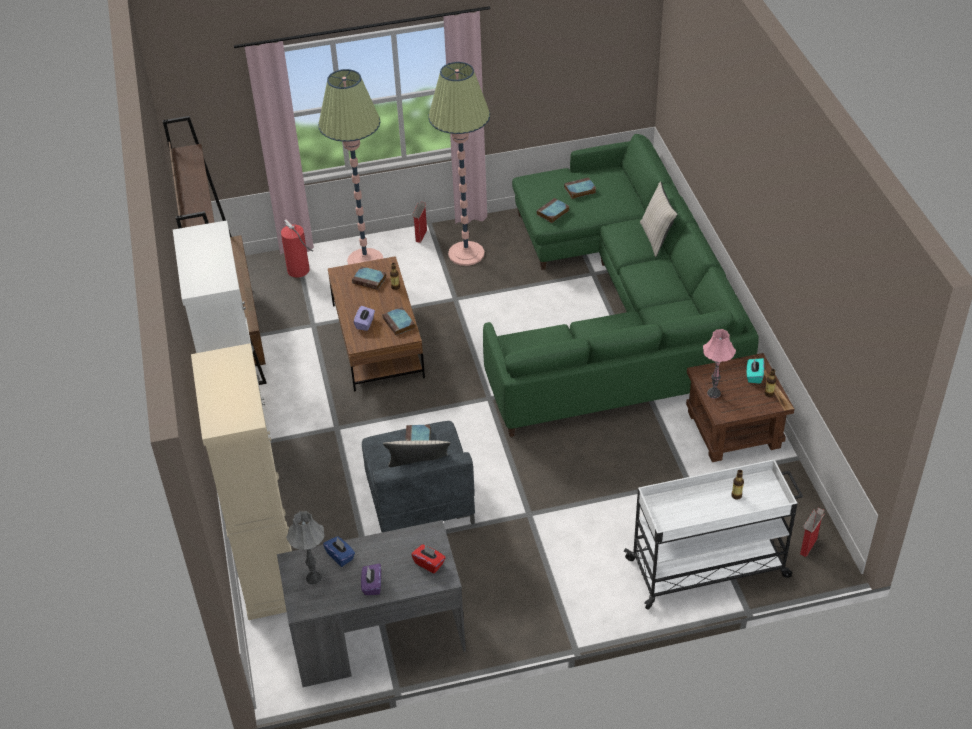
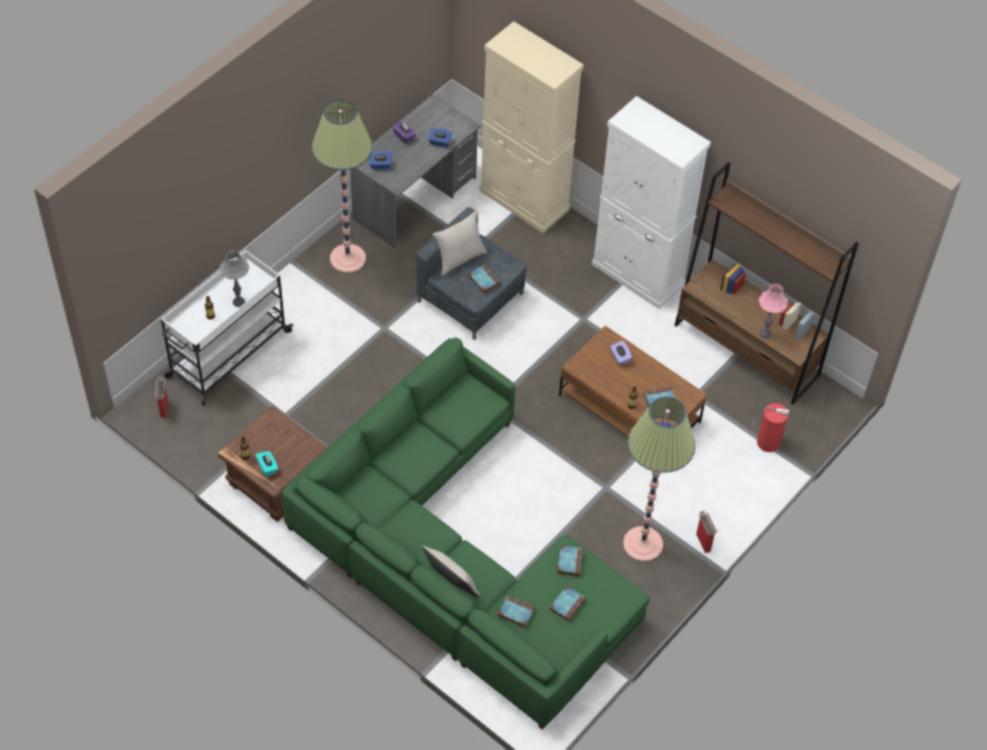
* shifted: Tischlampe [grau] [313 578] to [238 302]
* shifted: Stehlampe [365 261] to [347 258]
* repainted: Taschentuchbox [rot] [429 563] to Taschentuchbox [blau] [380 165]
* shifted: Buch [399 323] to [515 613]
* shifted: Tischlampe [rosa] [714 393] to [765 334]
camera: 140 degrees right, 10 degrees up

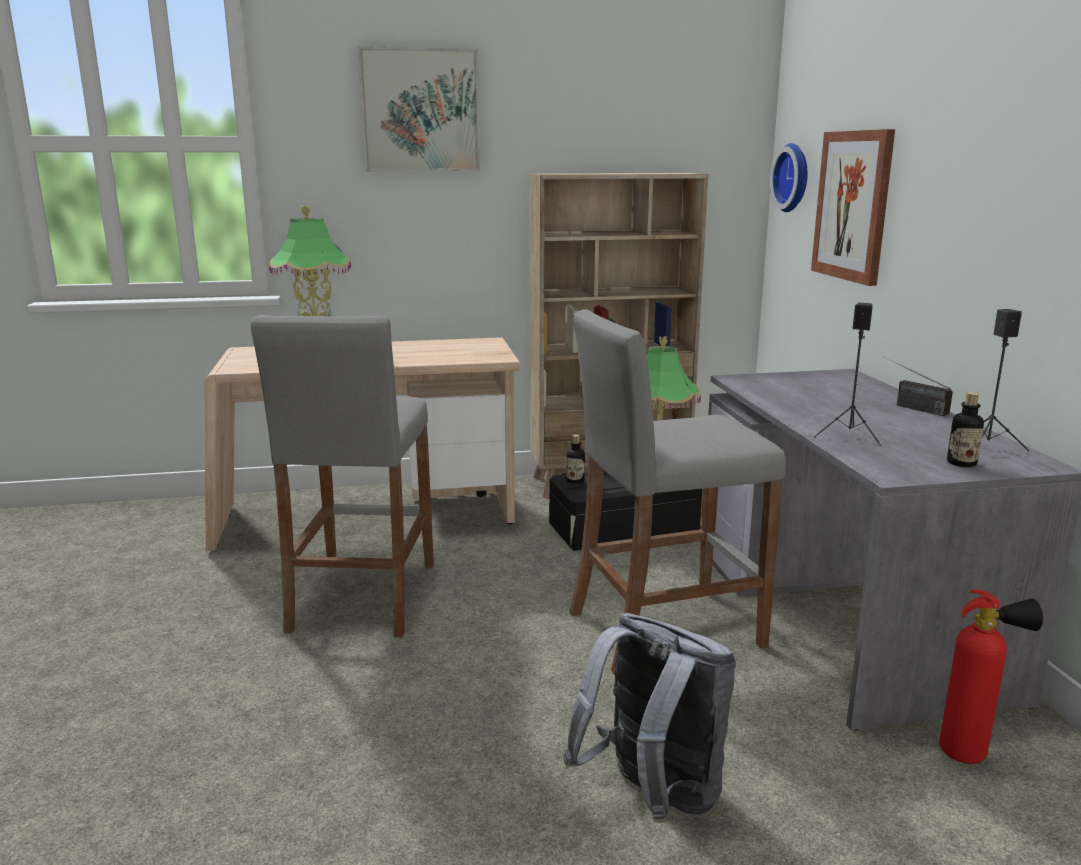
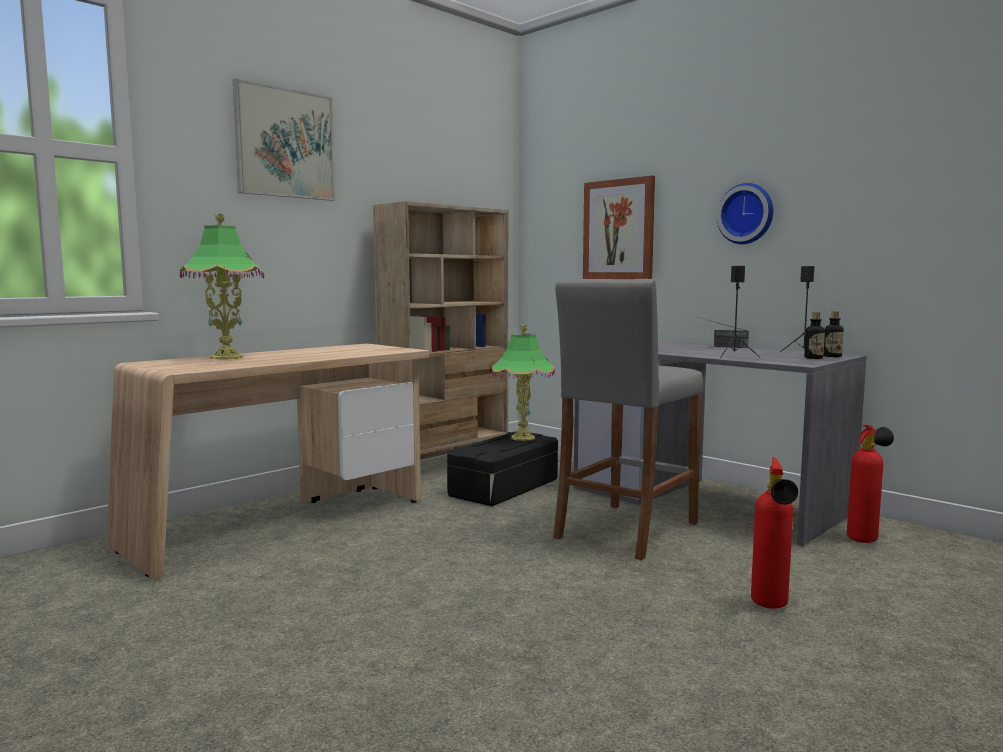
* shifted: Wanduhr [794 178] to [747 214]
* swapped: Rucksack [grau] [652 798] to Feuerlöscher [770 608]
* shifted: Flasche [575 480] to [832 356]
* gone: Hocker [grau] [362 597]
camera: 35 degrees left, 10 degrees down

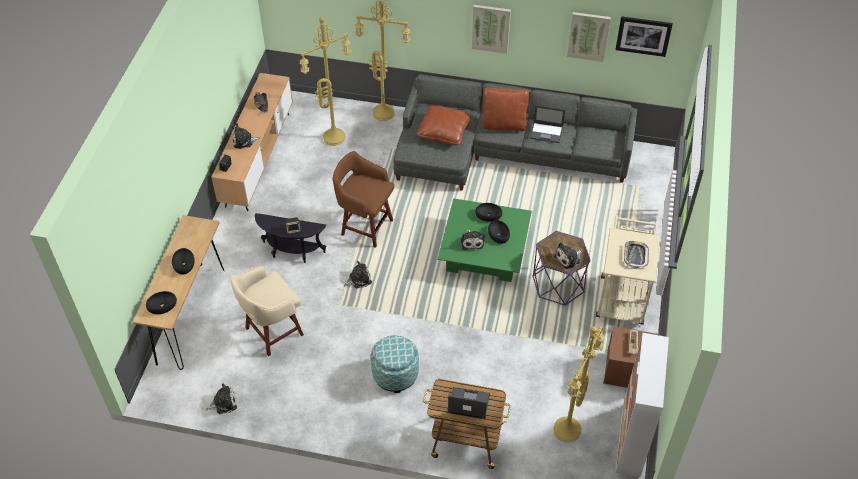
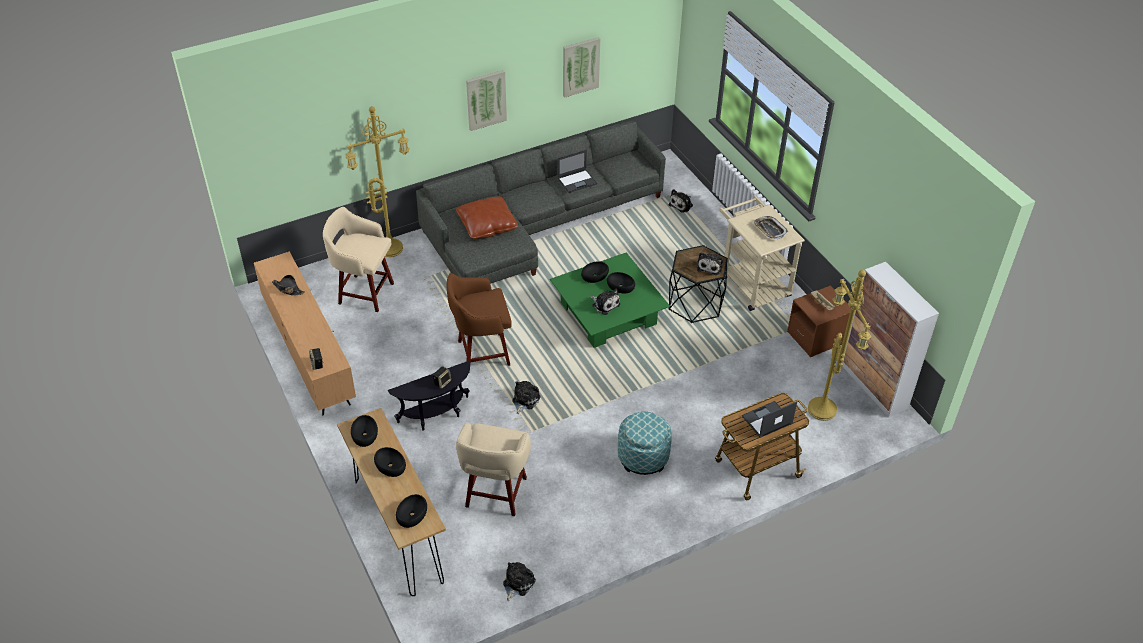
* swapped: Stehlampe [gelb] [334 136] to Hocker [beige] [364 293]
* new: Schüssel [schwarz] [364 434]
* shifted: Plüschtier [244 141] to [682 205]
* repainted: Beistelltisch [lila] [558 284] to Beistelltisch [schwarz] [695 304]
* gone: Kissen [braun] [504 125]
* gone: Bild [643 35]
camera: 40 degrees left, 5 degrees down

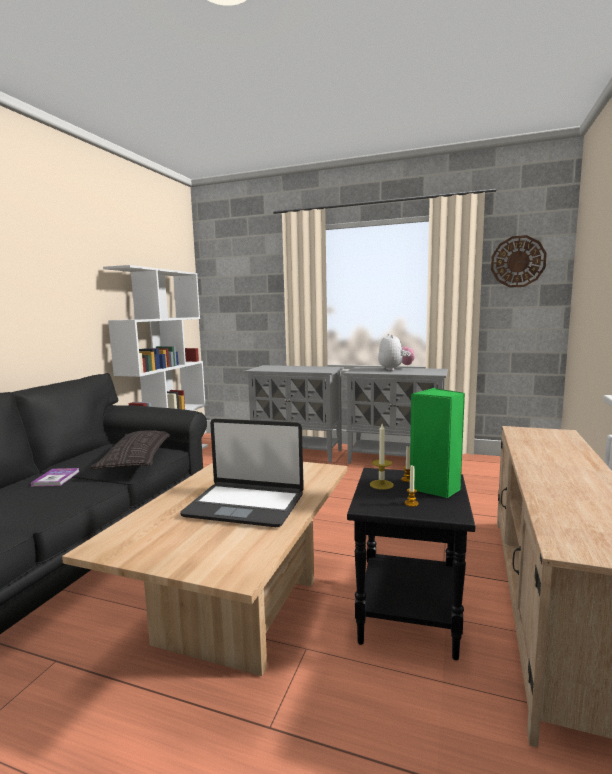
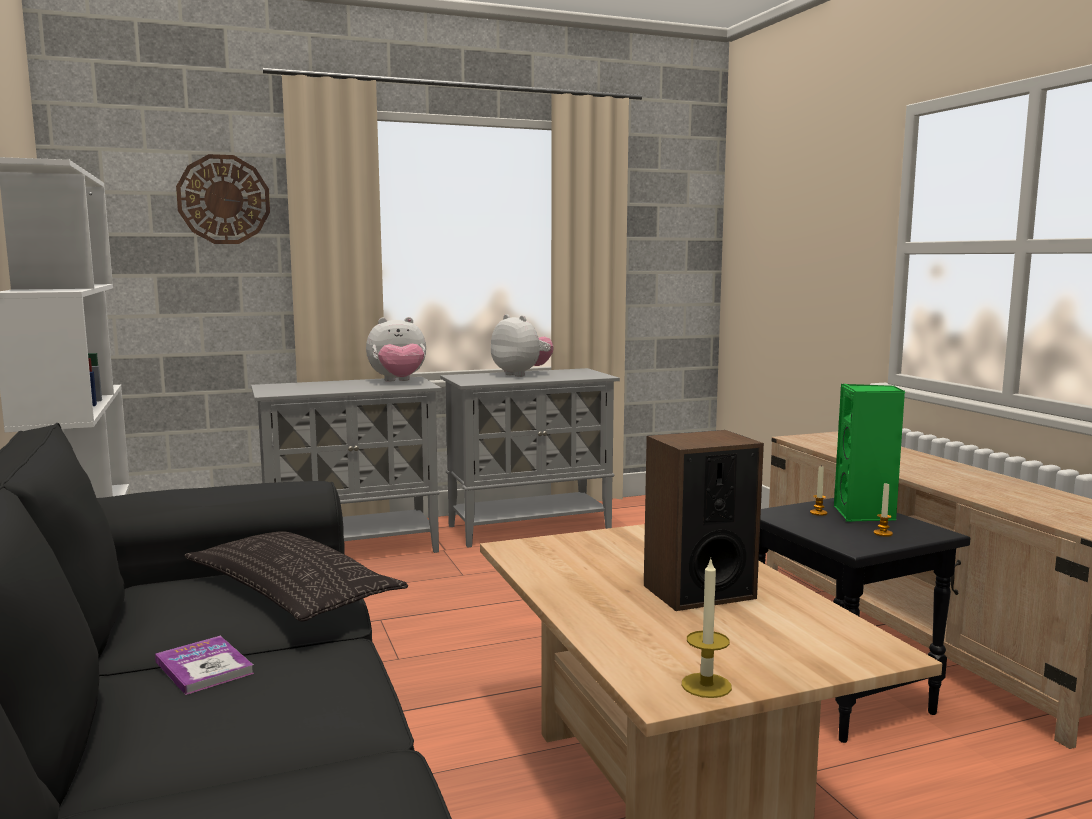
* shifted: Wanduhr [518 261] to [224 199]
* new: Plüschtier [398 381]
* swapped: Laptop [245 505] to Lautsprecher [698 592]
* shifted: Kerze [381 484] to [706 685]
camera: 40 degrees left, 0 degrees up

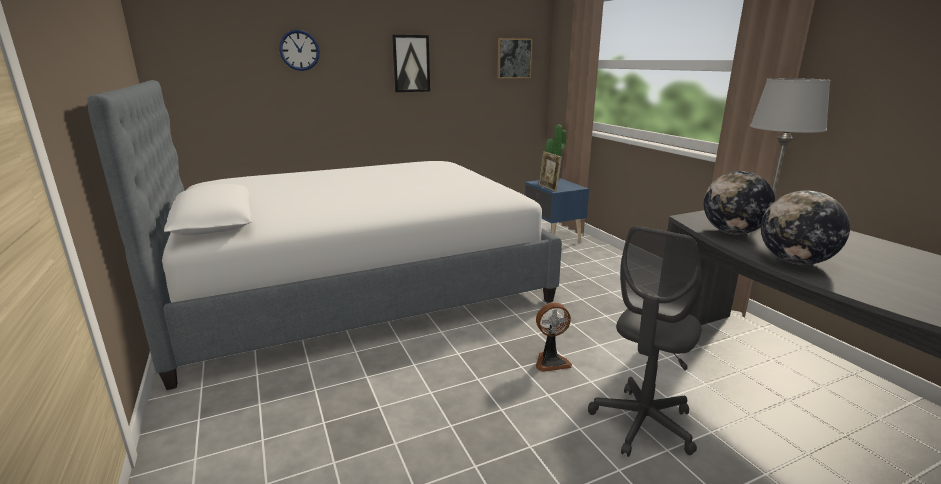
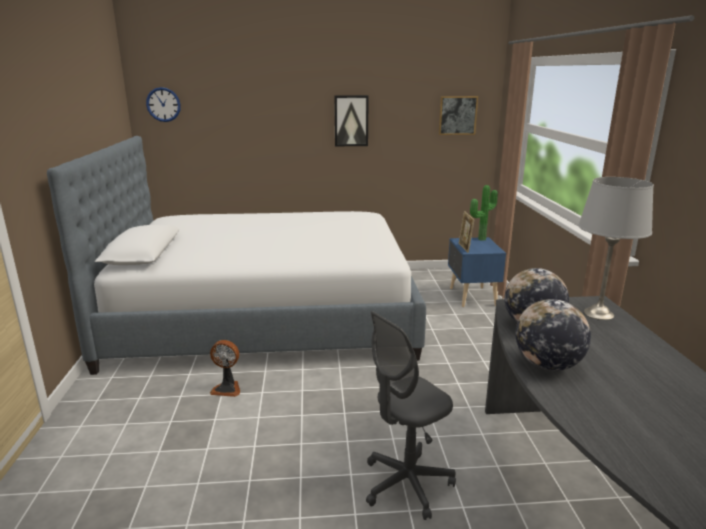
* shifted: Wanduhr [299 50] to [163 104]
* shifted: Ventilator [551 361] to [227 388]
camera: 20 degrees right, 0 degrees up

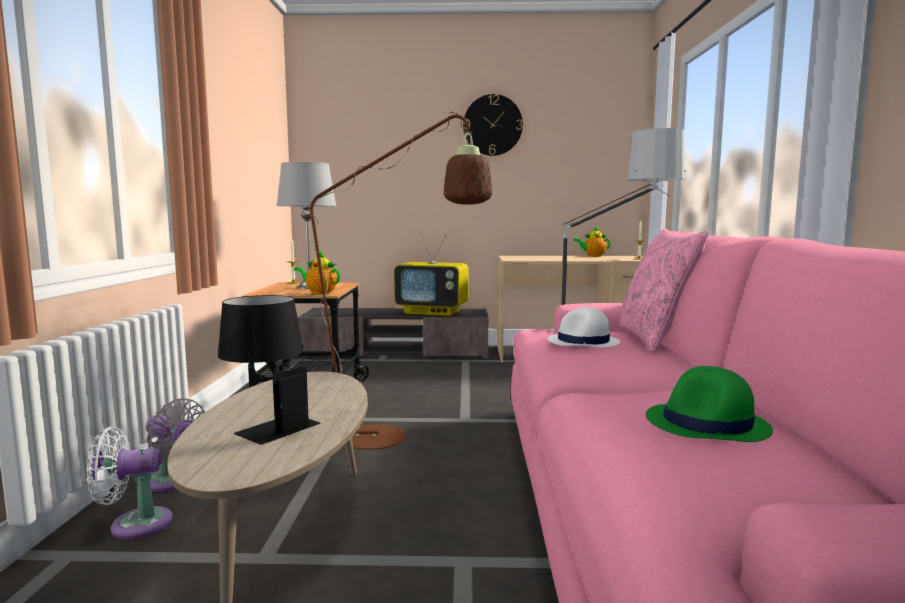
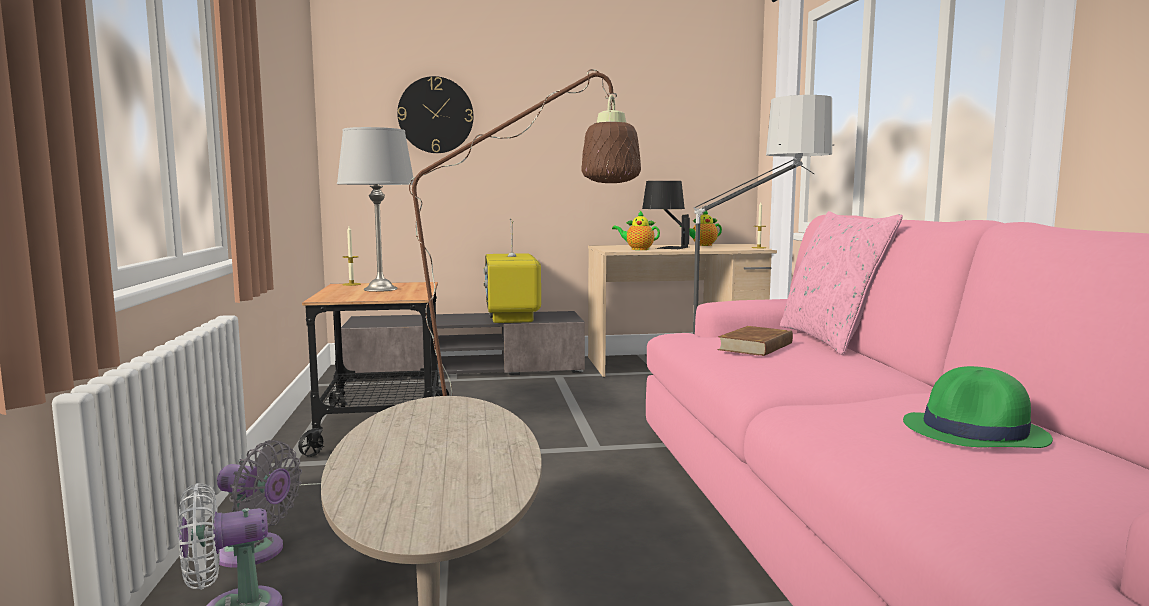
* shifted: Wanduhr [492 125] to [435 115]
* rotated: Fernseher [433 312] = [512 317] 75 degrees clockwise
* shifted: Teekanne [319 293] to [637 249]
* shifted: Tischlampe [schwarz] [267 425] to [665 247]
* swapped: Hut [weiß] [583 342] to Buch [braun] [756 347]
camera: 10 degrees left, 0 degrees up

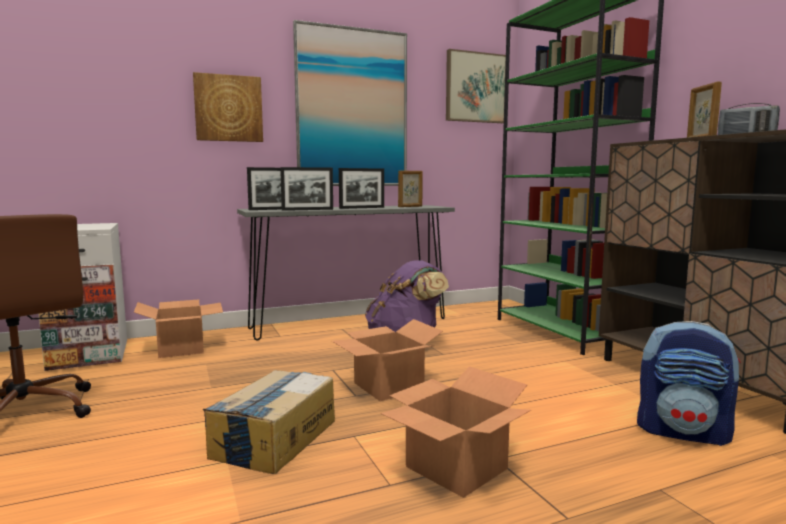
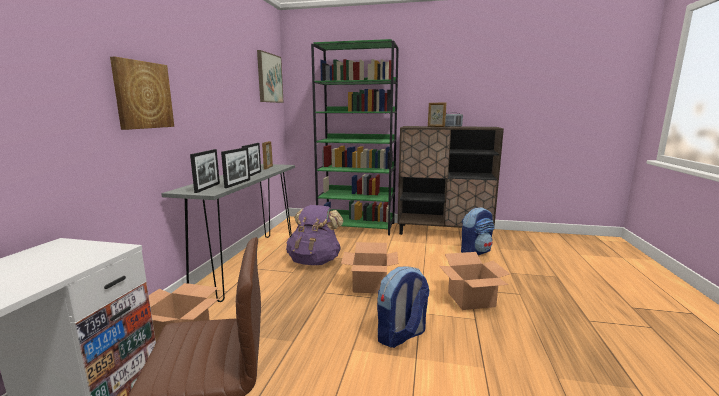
* swapped: Karton [274 438] to Rucksack [401 336]
* gone: Bild [352 108]
camera: 55 degrees left, 5 degrees up

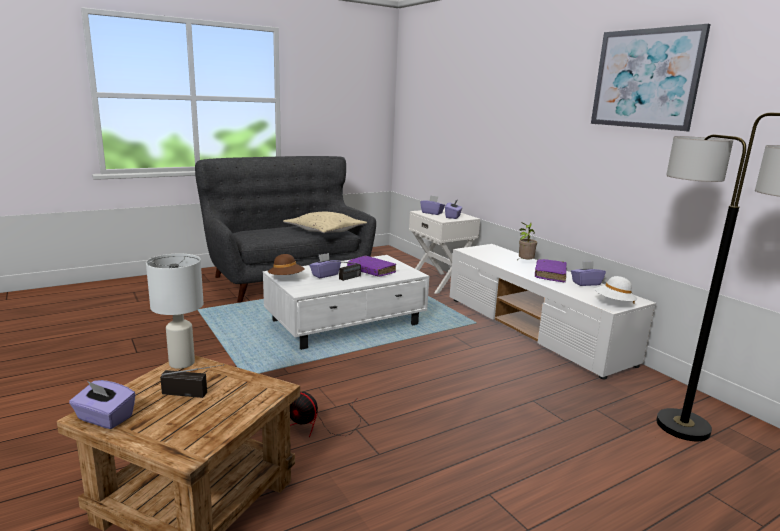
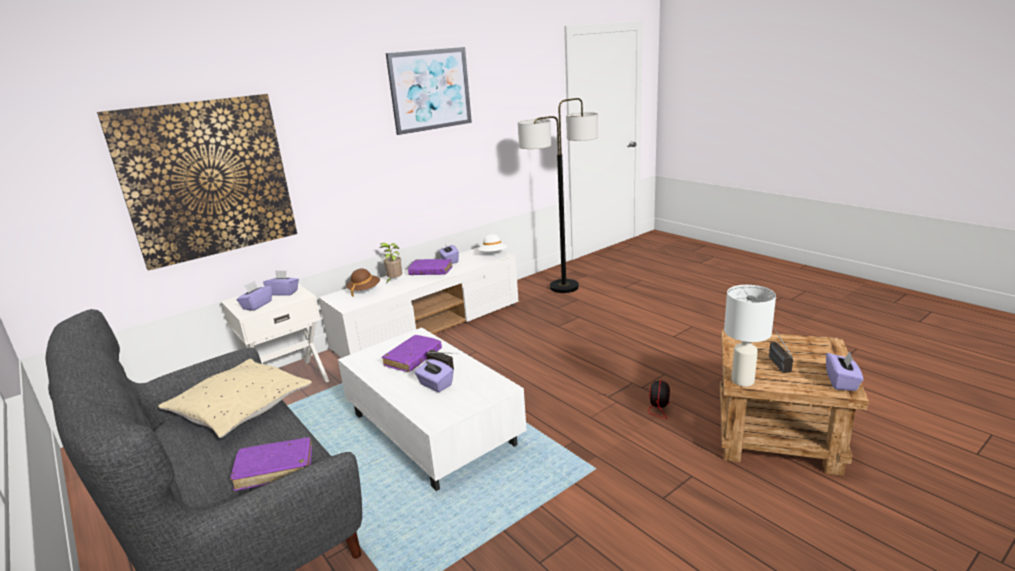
* new: Bild [207 179]
* new: Buch [lila] [275 469]
* shifted: Hut [braun] [286 278] to [364 290]
camera: 95 degrees left, 5 degrees up

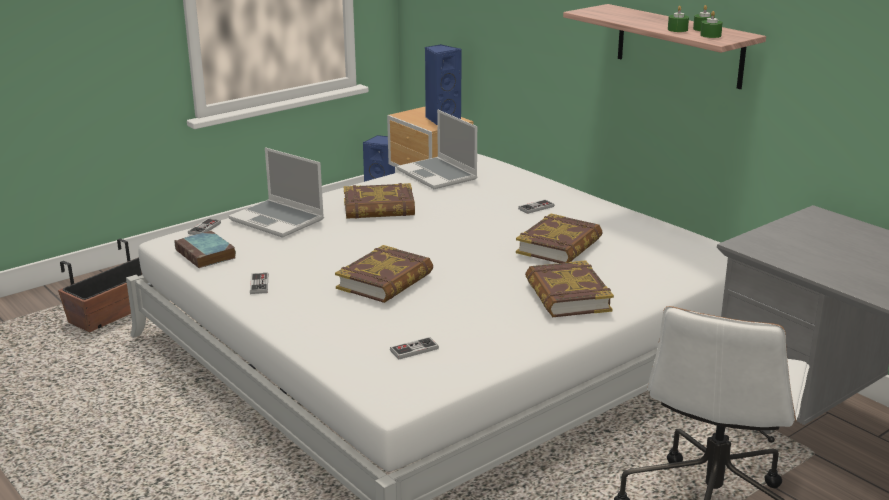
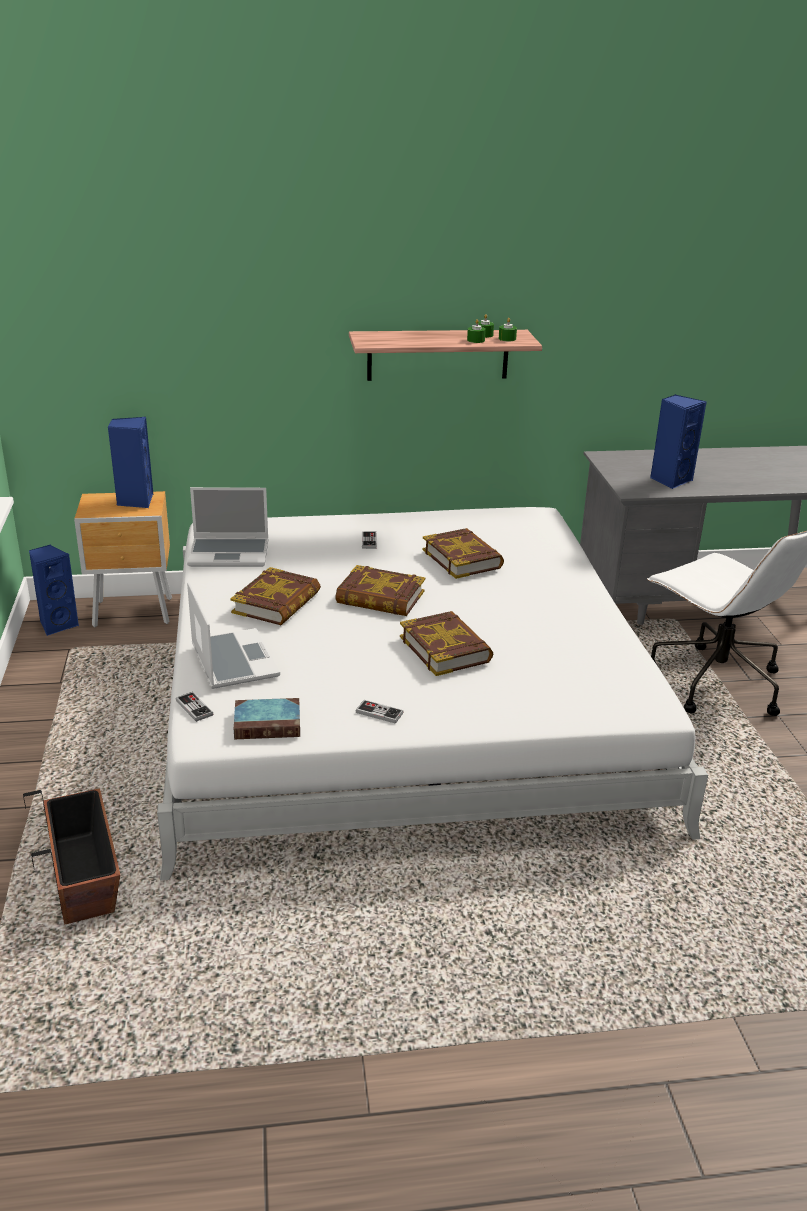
* rotated: Laptop [278 220] = [232 660] 90 degrees counterclockwise
* shifted: Buch [567 296] to [380 598]
* new: Lautsprecher [blau] [670 480]
* gone: Gamepad [414 350]
camera: 60 degrees left, 5 degrees up

